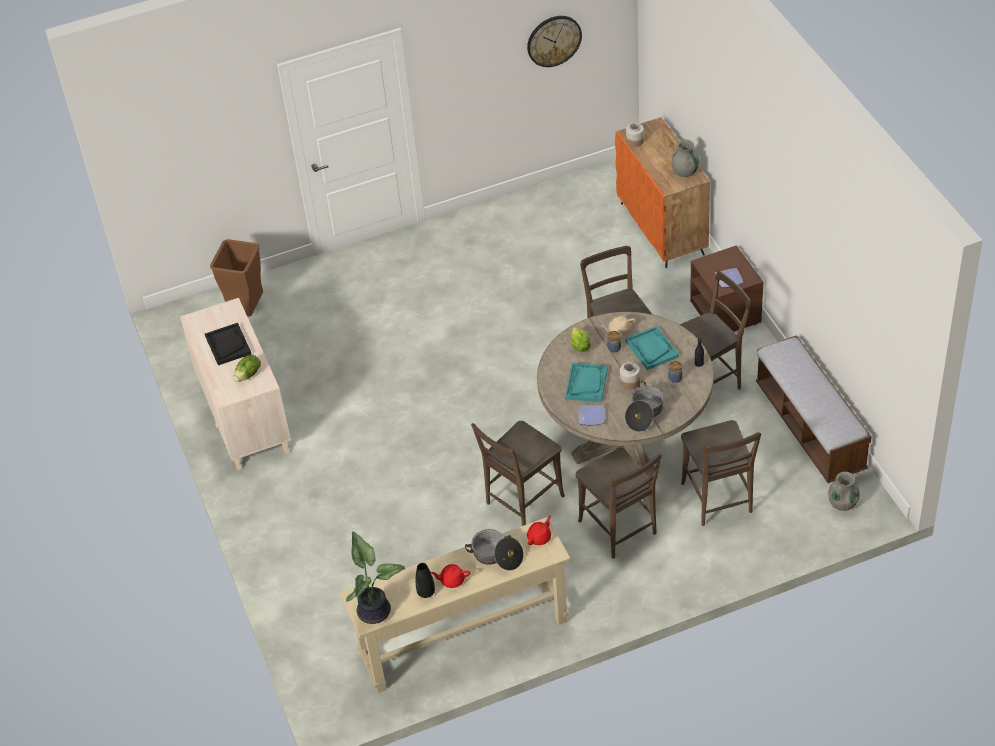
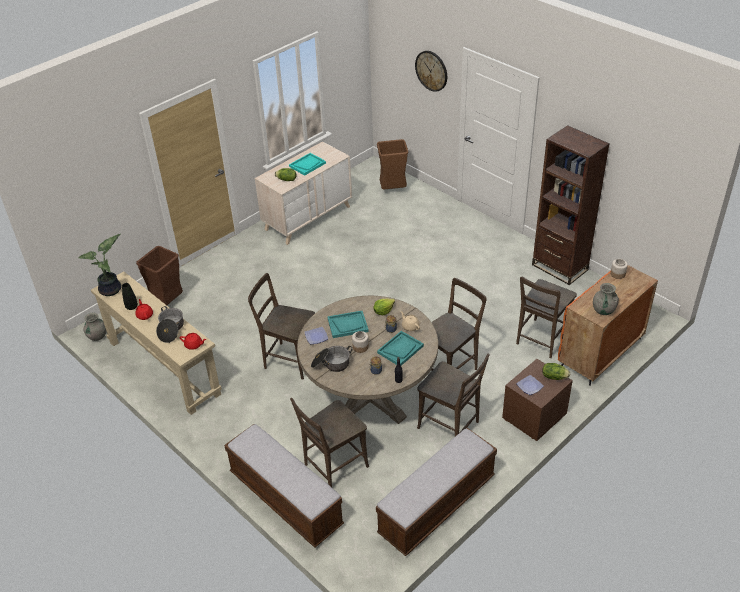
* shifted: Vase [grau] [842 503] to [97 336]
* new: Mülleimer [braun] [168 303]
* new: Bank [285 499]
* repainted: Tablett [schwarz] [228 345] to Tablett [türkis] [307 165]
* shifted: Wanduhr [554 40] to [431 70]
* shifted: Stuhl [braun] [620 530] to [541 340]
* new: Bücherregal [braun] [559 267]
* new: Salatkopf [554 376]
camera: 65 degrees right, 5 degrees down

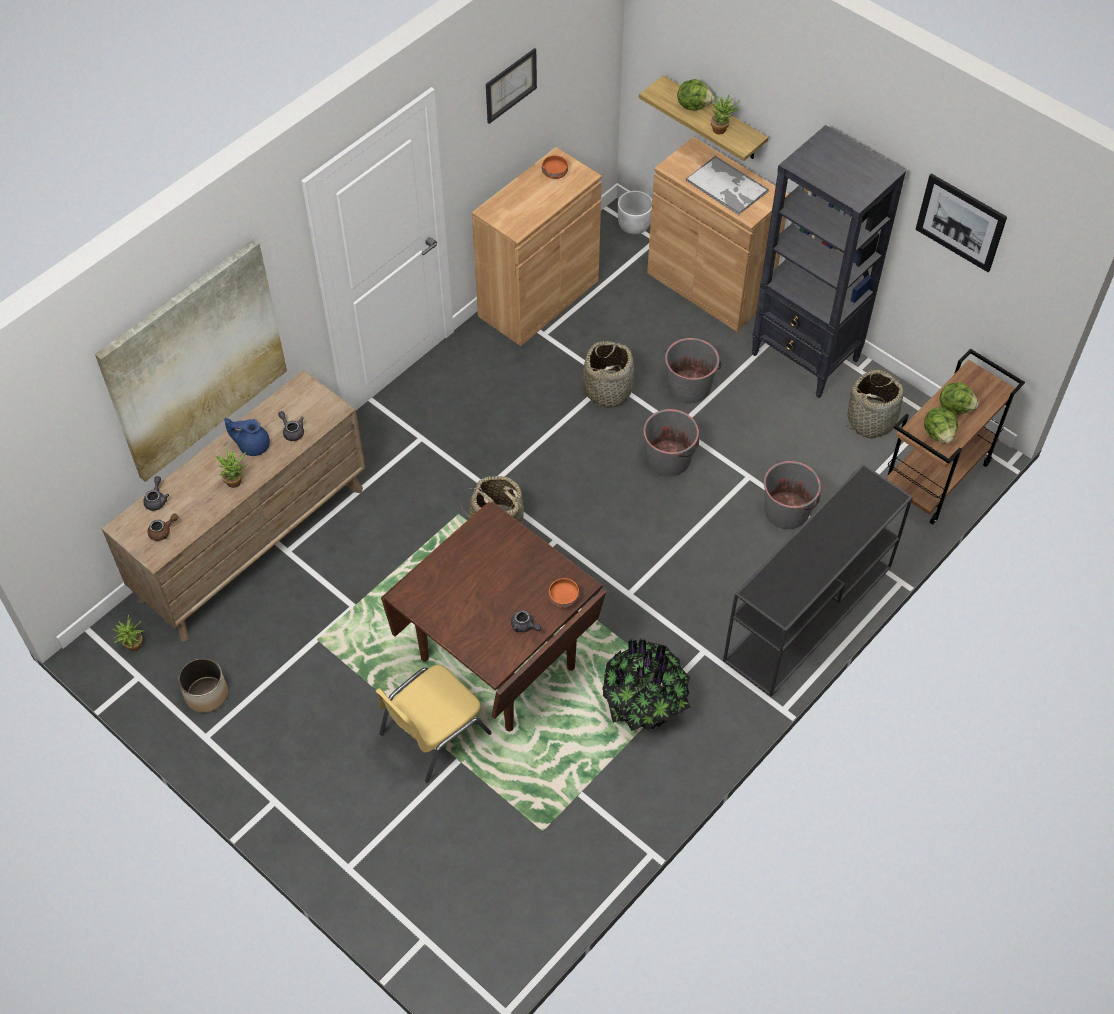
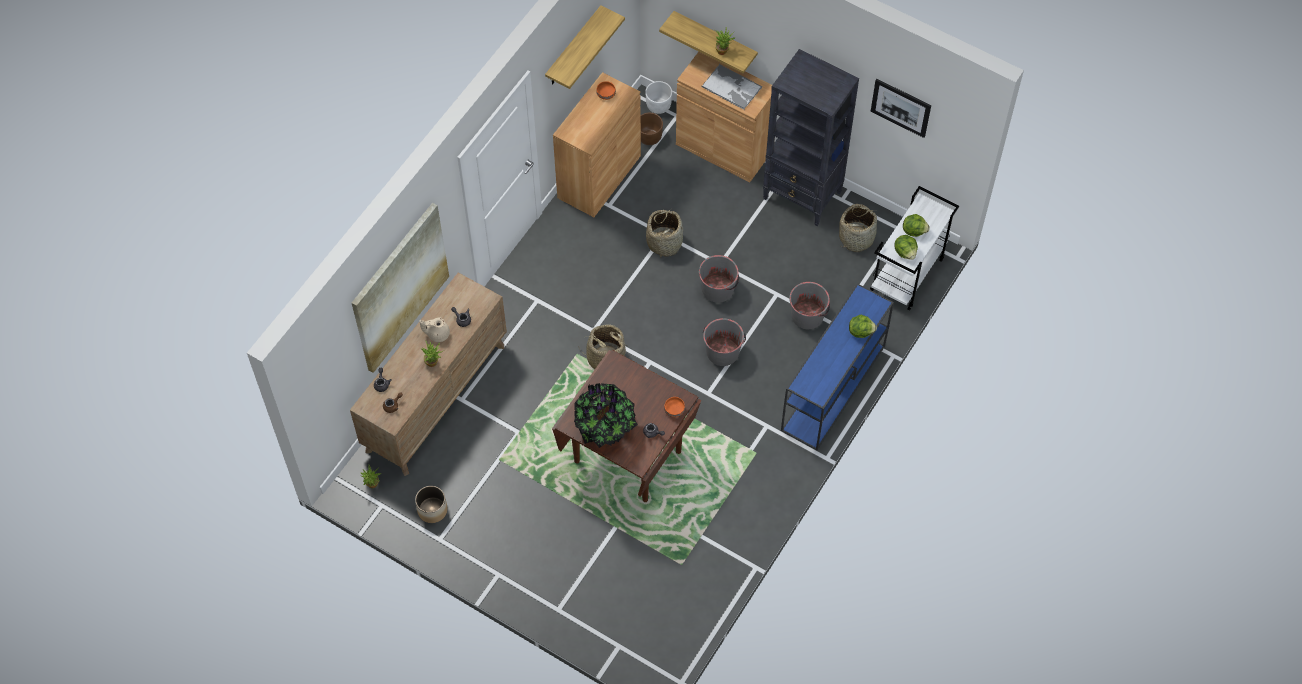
* repainted: Teekanne [blau] [252 445] to Teekanne [beige] [437 334]
* swapped: Bild [510 85] to Wandregal [573 47]
* shifted: Topfpflanze [645 704] to [605 427]
* new: Pflanzkübel [braun] [649 137]
* shifted: Eimer [grau] [689 386] to [722 351]
* repainted: Konsolentisch [schwarz] [807 615] to Konsolentisch [blau] [833 389]
* shifted: Salatkopf [693 105] to [860 331]
* repainted: Rollwagen [braun] [935 478] to Rollwagen [weiß] [907 275]
* gone: Stuhl [gelb] [432 733]
camera: 10 degrees left, 5 degrees up

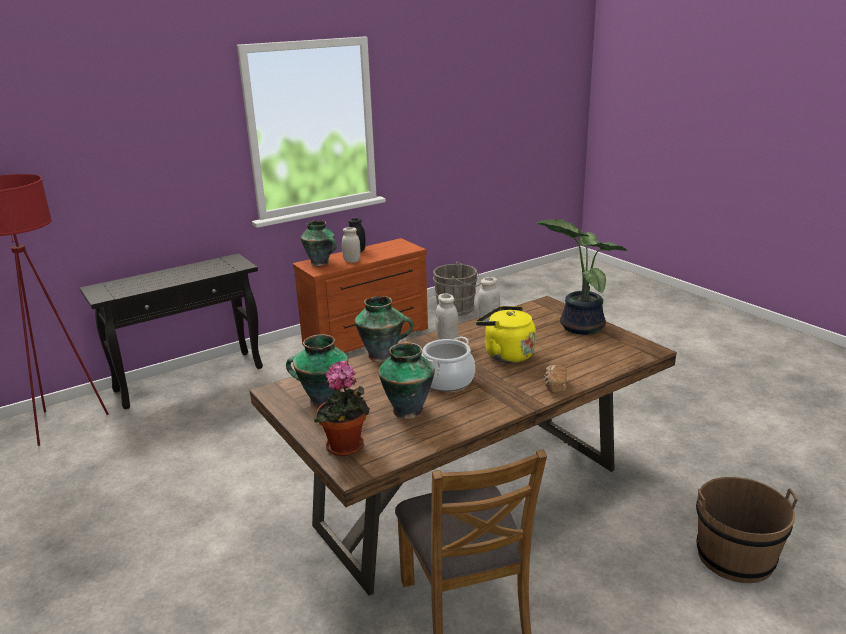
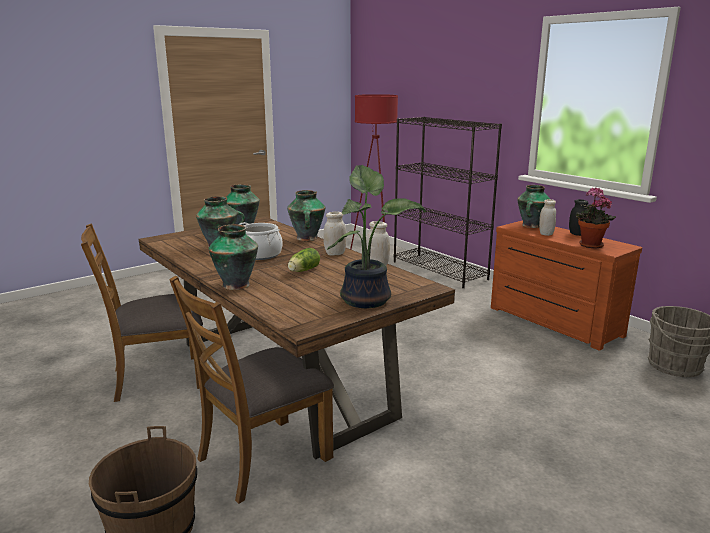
* new: Stuhl [braun] [262 458]
* swapped: Brot [554 386] to Vase [236 285]
* swapped: Wasserkessel [gelb] [506 354] to Salatkopf [302 271]
* swapped: Konsolentisch [schwarz] [190 378] to Bücherregal [schwarz] [440 270]
* shifted: Topfpflanze [346 448] to [589 246]
camera: 85 degrees right, 5 degrees down

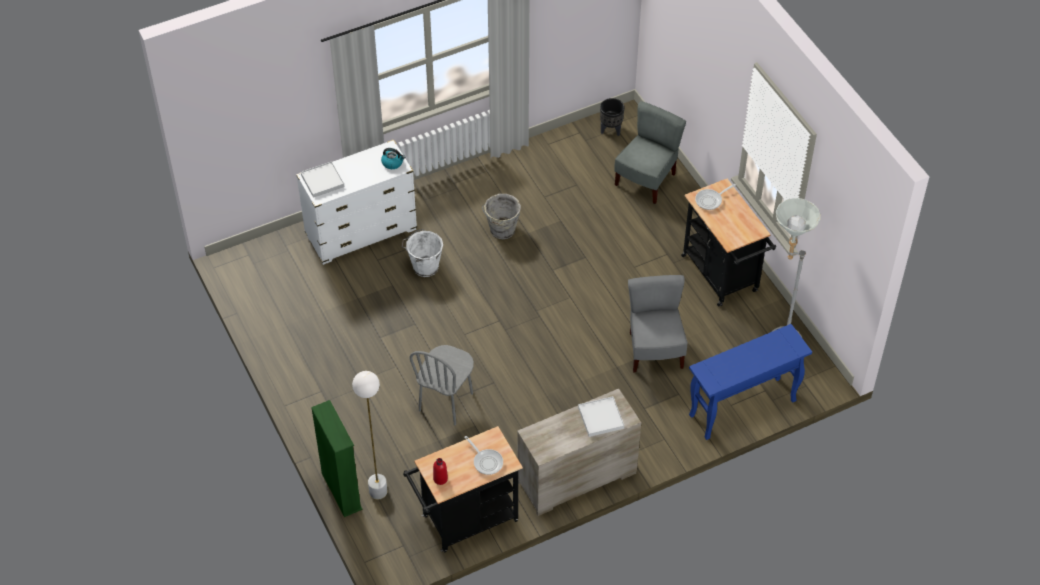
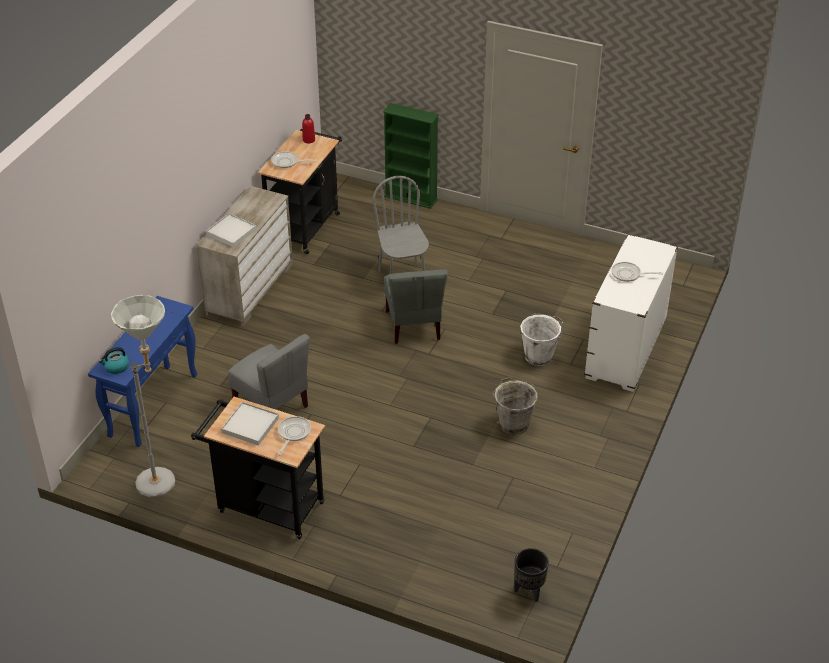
* shifted: Wasserkessel [393 163] to [116 367]
* shifted: Tablett [weiß] [322 181] to [250 425]
* shifted: Stuhl [grau] [646 180] to [414 325]
* new: Pfanne [628 274]
* gone: Stehlampe [weiß] [378 491]
camera: 140 degrees right, 10 degrees down

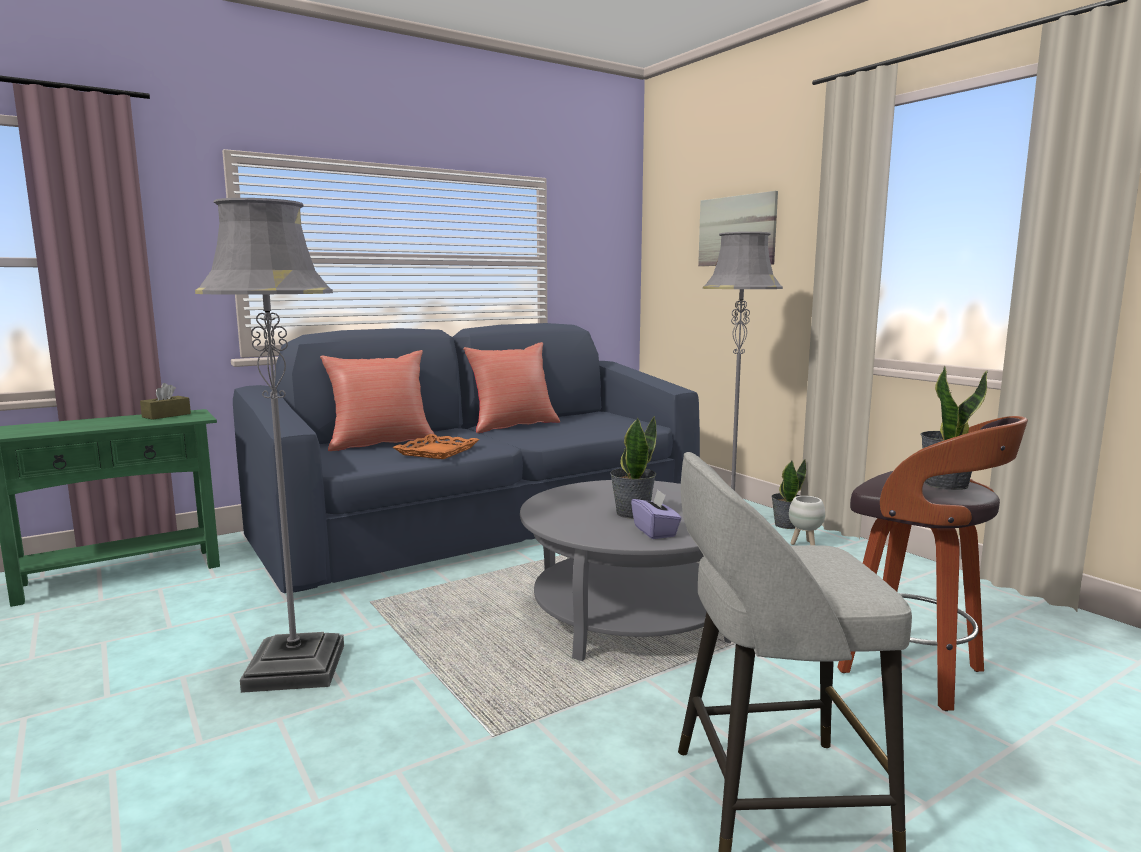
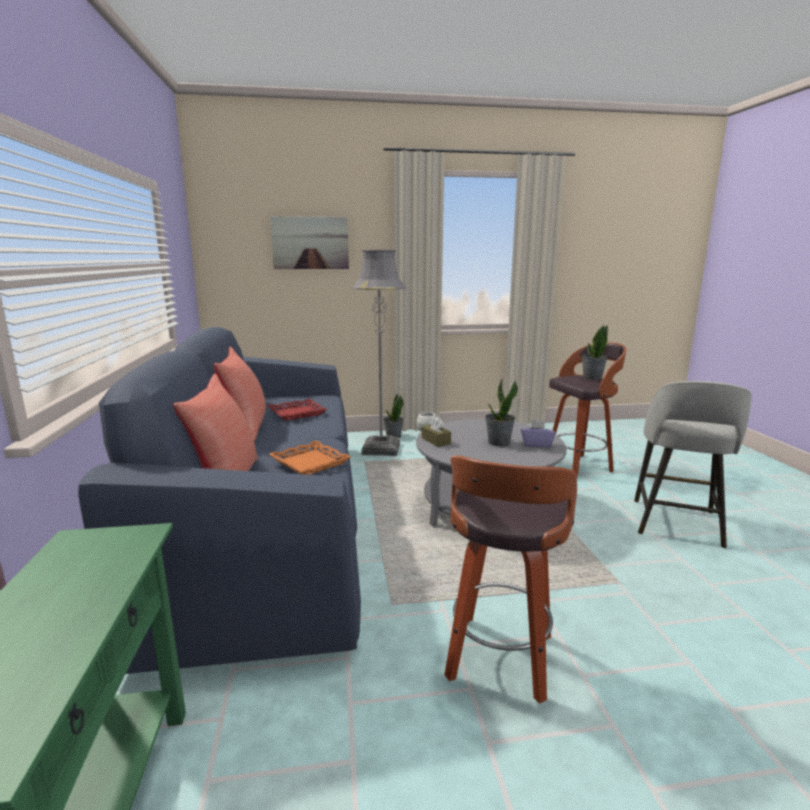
* new: Tablett [rot] [297 413]
* shifted: Taschentuchbox [braun] [166 415] to [436 441]
* swapped: Stehlampe [grau] [295 667] to Hocker [499 660]
camera: 65 degrees left, 5 degrees up

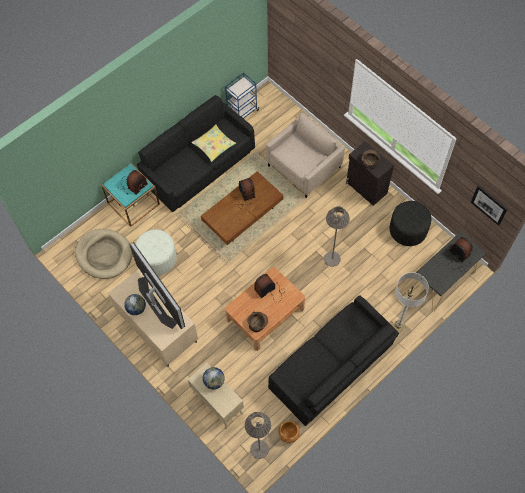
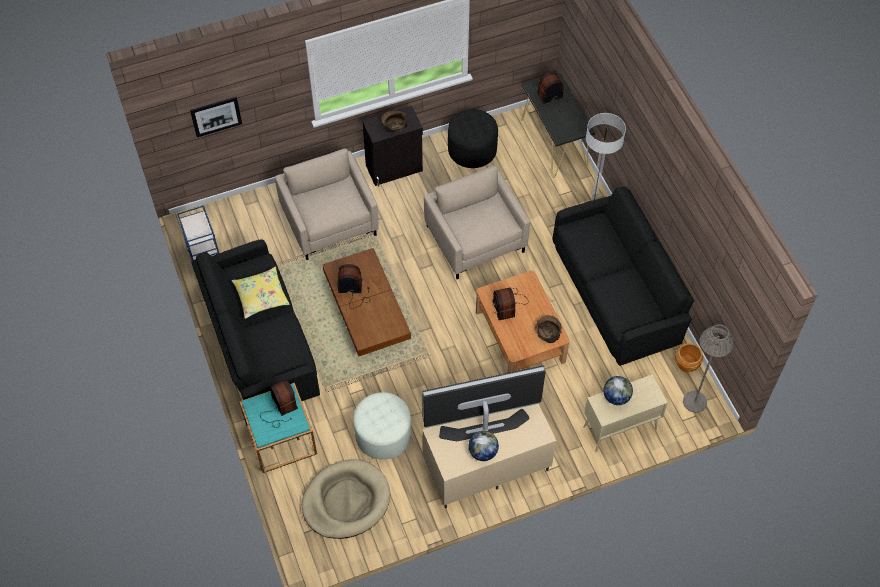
* shifted: Bild [488 205] to [216 116]
* swapped: Stehlampe [grau] [332 259] to Sessel [beige] [475 239]
camera: 70 degrees left, 5 degrees down

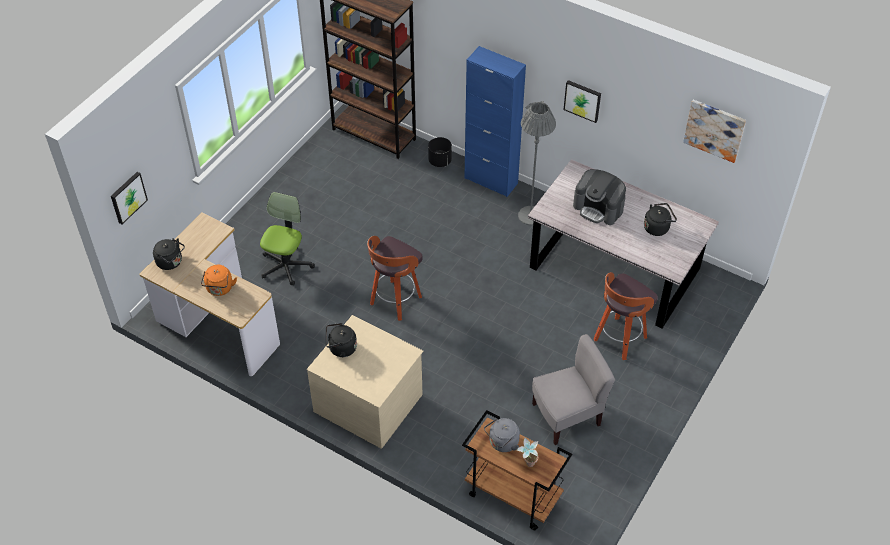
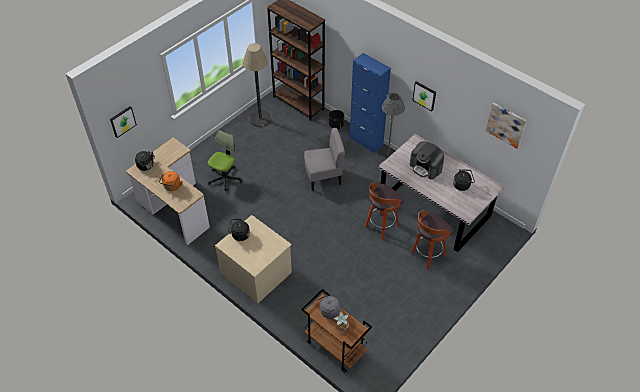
* new: Stehlampe [260 118]
* shifted: Stuhl [grau] [567 416] to [323 177]
* shifted: Hocker [395 301] to [381 226]
camera: 10 degrees right, 0 degrees up

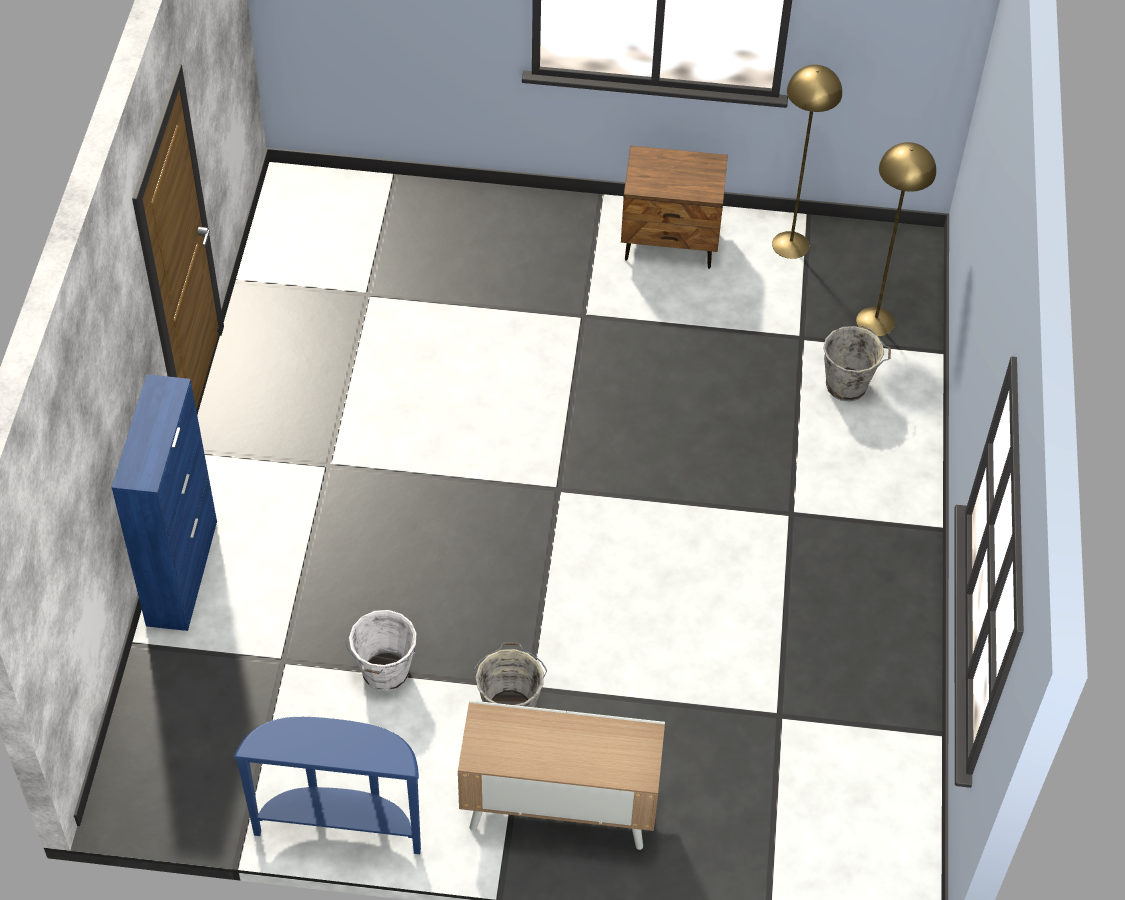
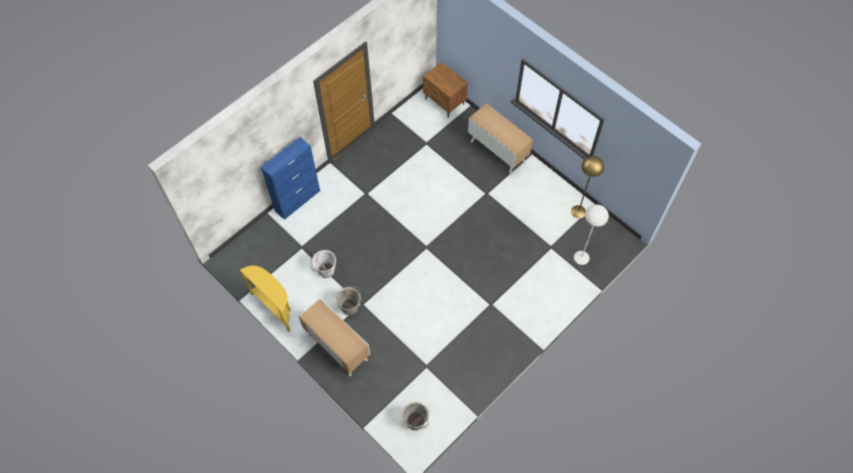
* repainted: Konsolentisch [blau] [340 825] to Konsolentisch [gelb] [275 307]
* shifted: Eimer [grau] [848 386] to [416 422]
* shifted: Nachttisch [braun] [670 243] to [444 102]
* new: Schrank [498 151]
* repainted: Stehlampe [gelb] [875 321] to Stehlampe [weiß] [581 257]
camera: 40 degrees right, 10 degrees up

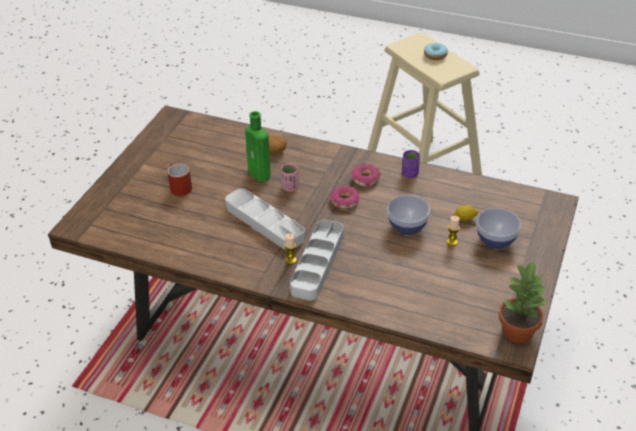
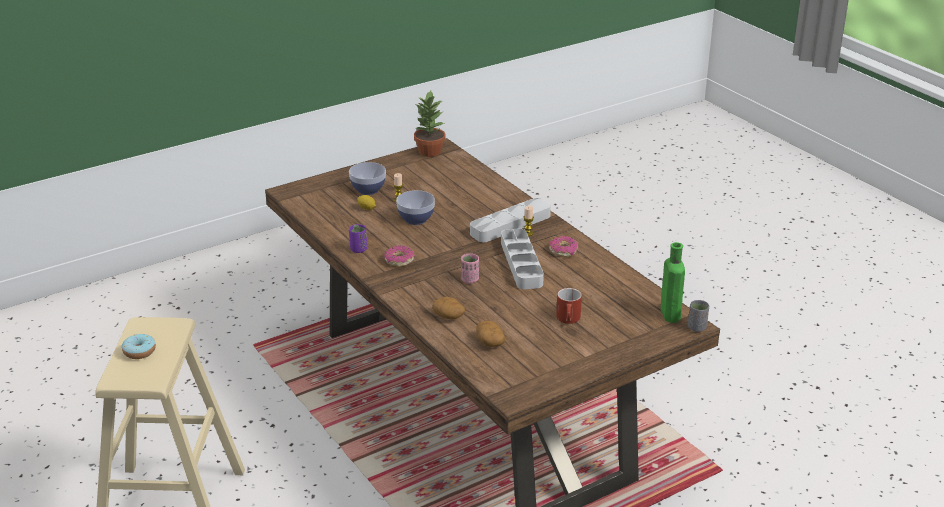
* new: Kartoffel [489 342]
* shifted: Donut [344 201] to [563 251]
* shifted: Flasche [grün] [260 175] to [669 313]
* new: Tasse [grau] [697 327]
camera: 145 degrees left, 10 degrees down

